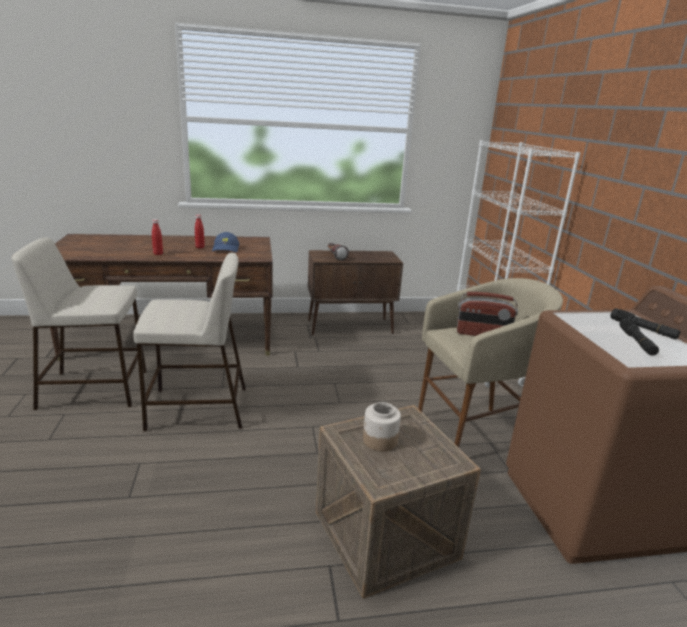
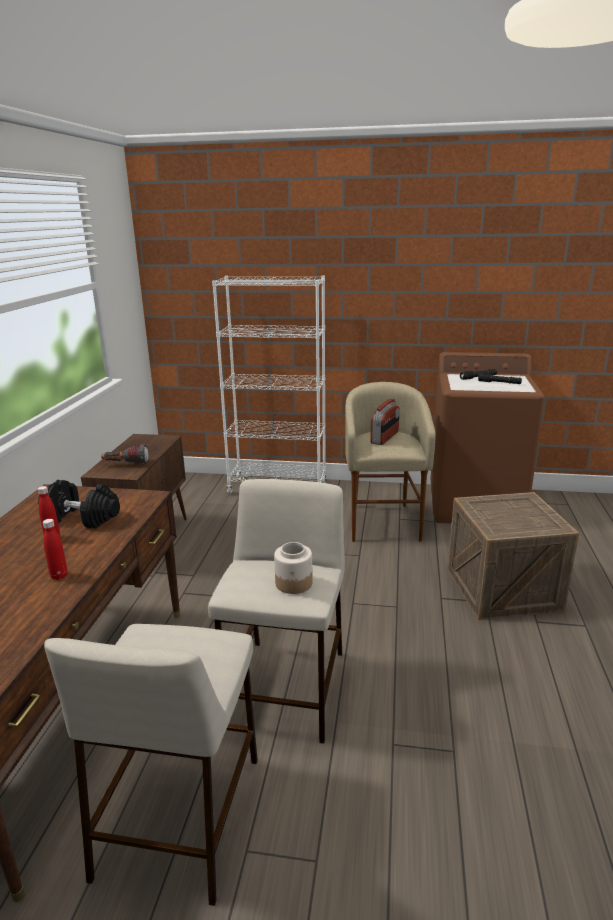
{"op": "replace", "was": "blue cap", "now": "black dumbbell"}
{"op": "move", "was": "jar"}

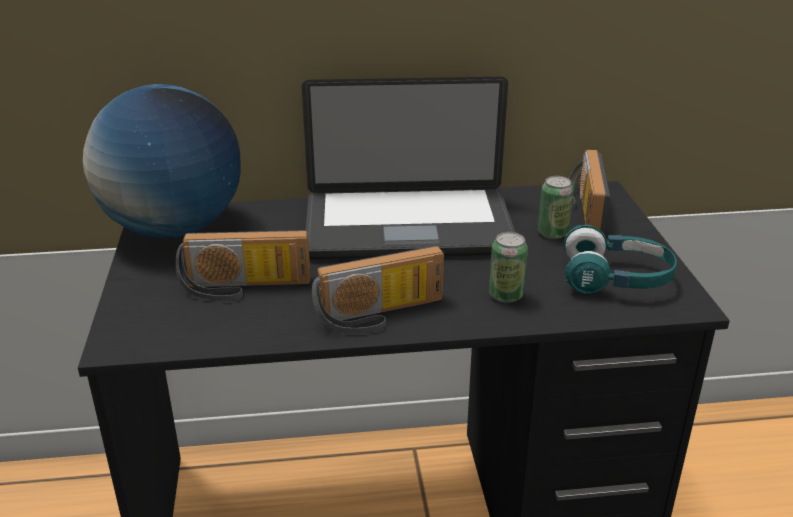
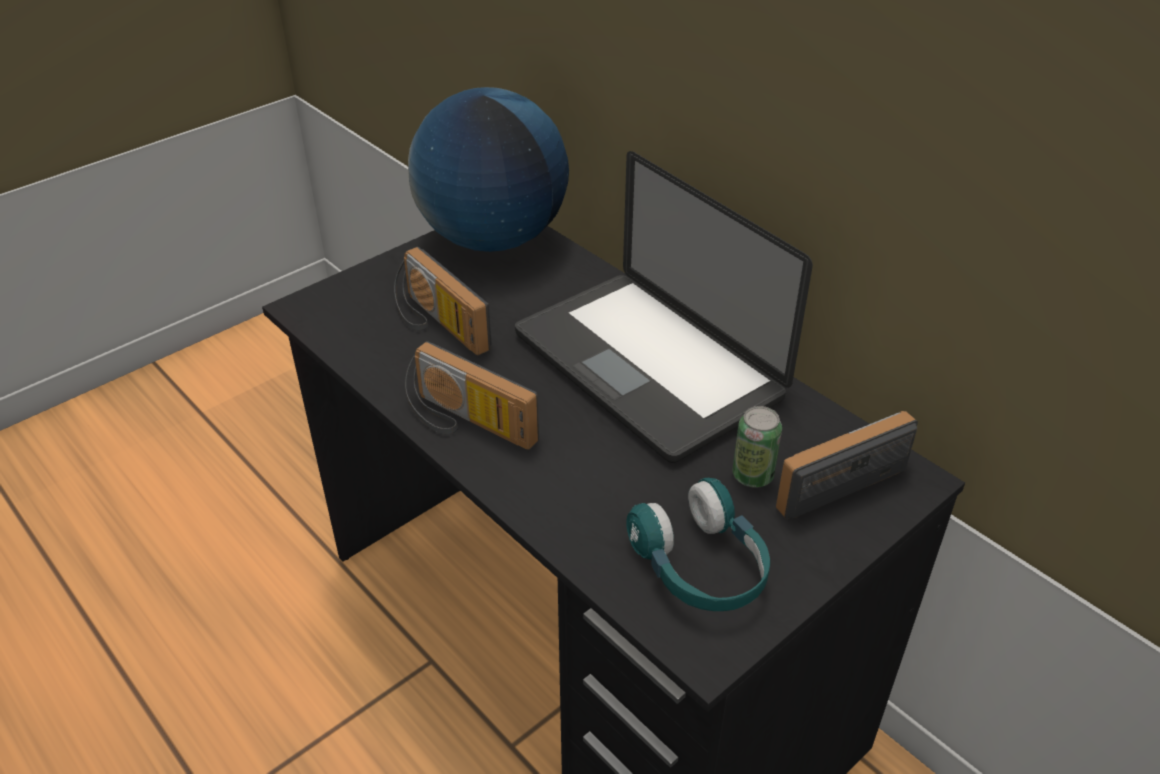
{"op": "delete", "was": "can (1st from left)"}

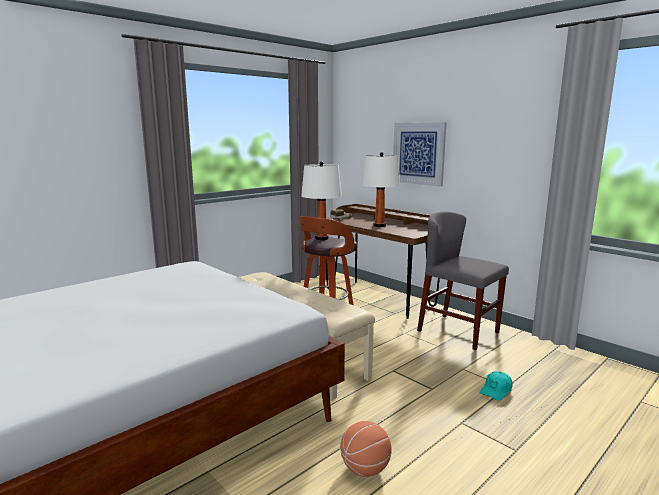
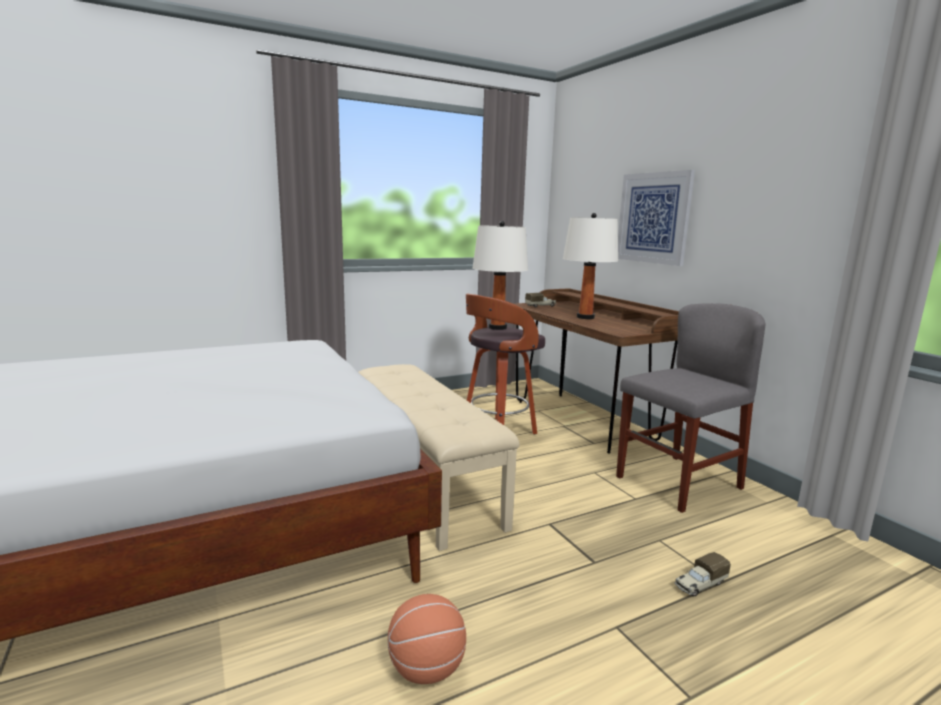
{"op": "rotate", "was": "grey chair", "clockwise": 90}
{"op": "replace", "was": "turquoise cap", "now": "toy truck (2nd from left)"}

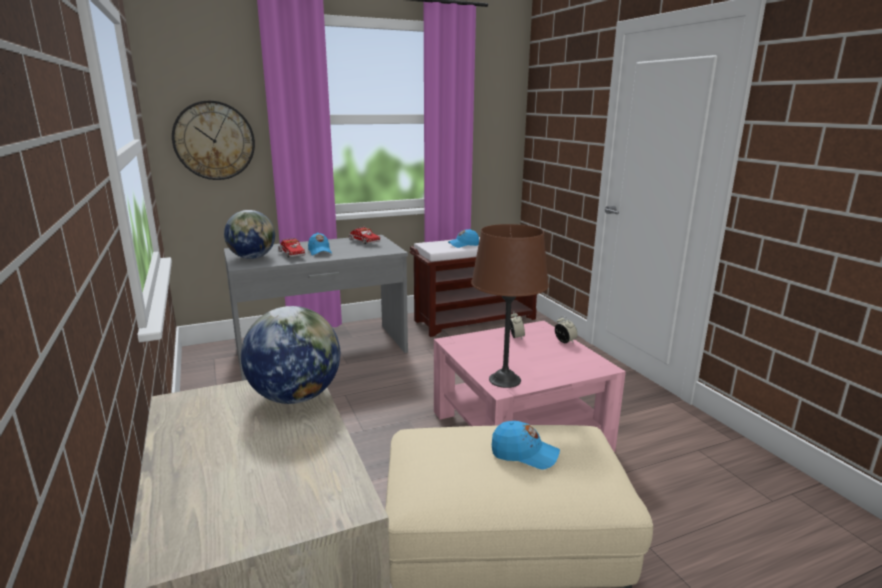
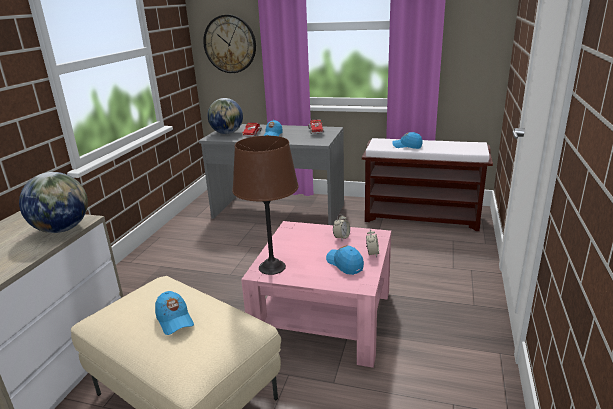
{"op": "insert", "now": "blue cap (3rd from left)"}

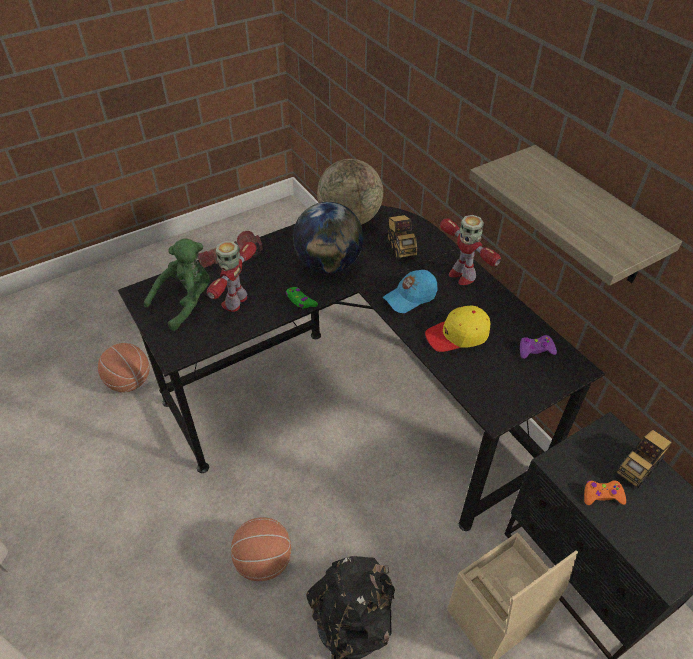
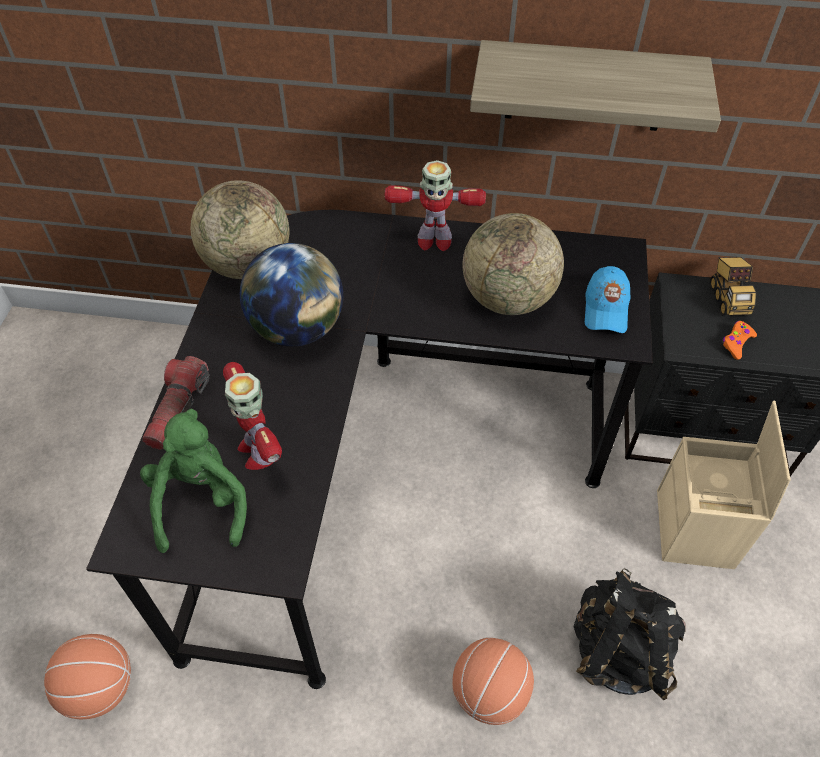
{"op": "replace", "was": "yellow cap", "now": "globe (3rd from left)"}
{"op": "move", "was": "blue cap"}
{"op": "delete", "was": "green game controller"}
{"op": "delete", "was": "toy truck (1st from left)"}
{"op": "delete", "was": "purple game controller"}

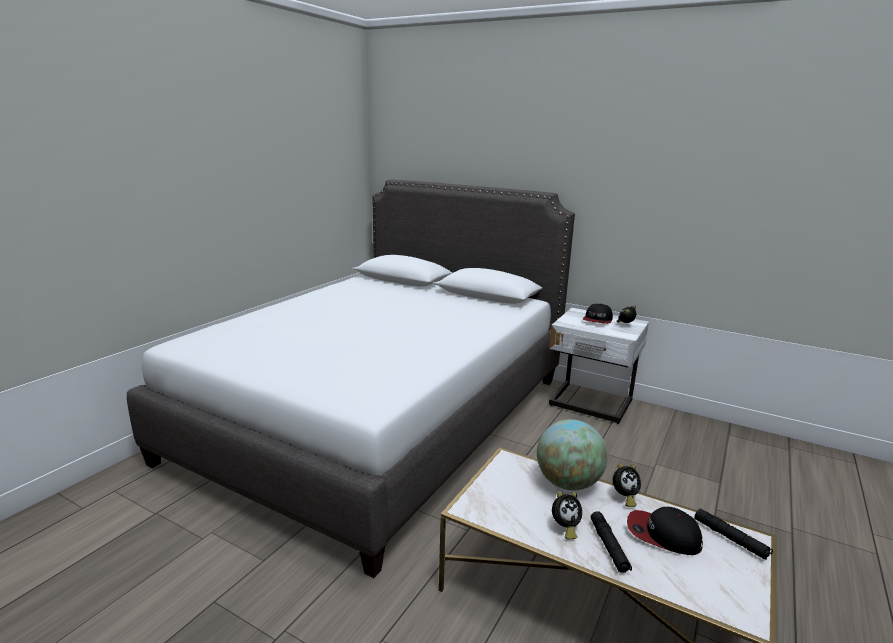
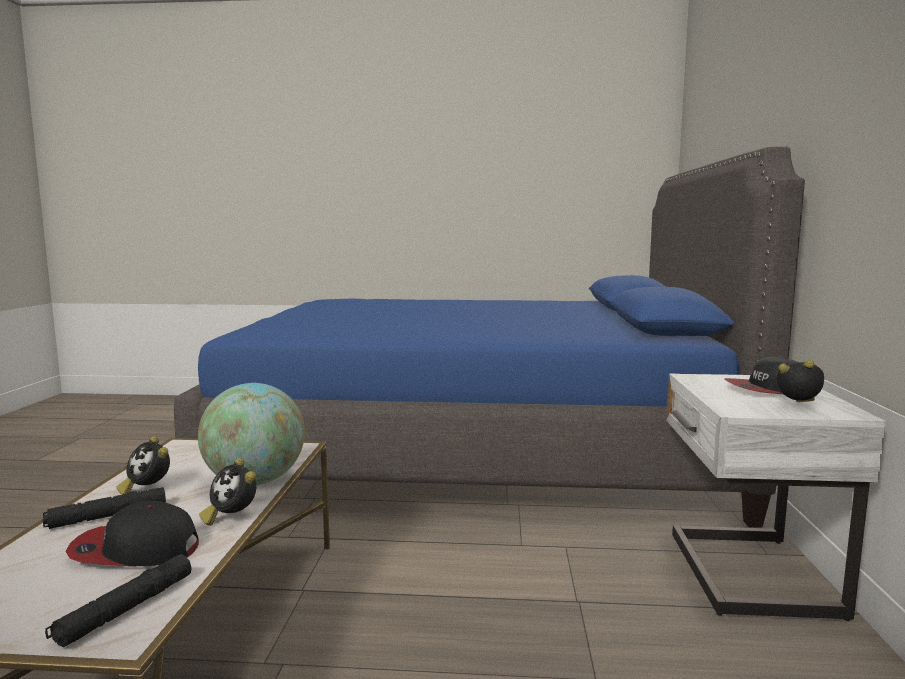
{"op": "rotate", "was": "cap (2nd from left in the first image)", "clockwise": -90}
{"op": "recolor", "was": "white bed", "now": "blue bed"}

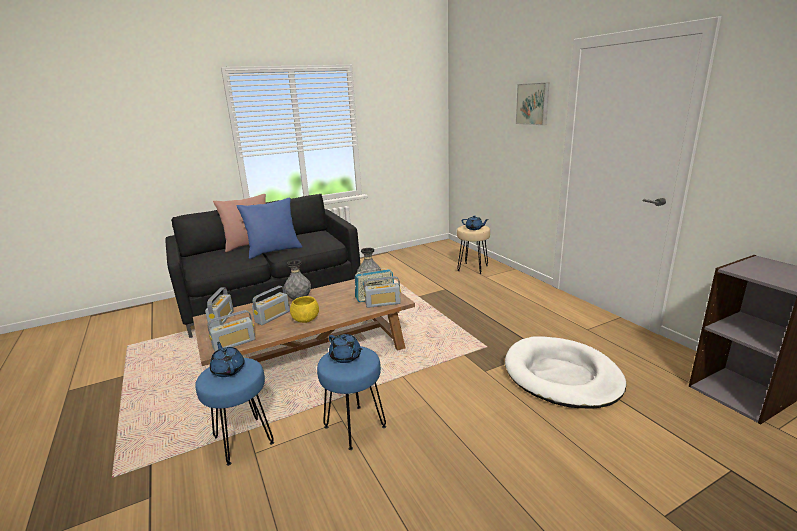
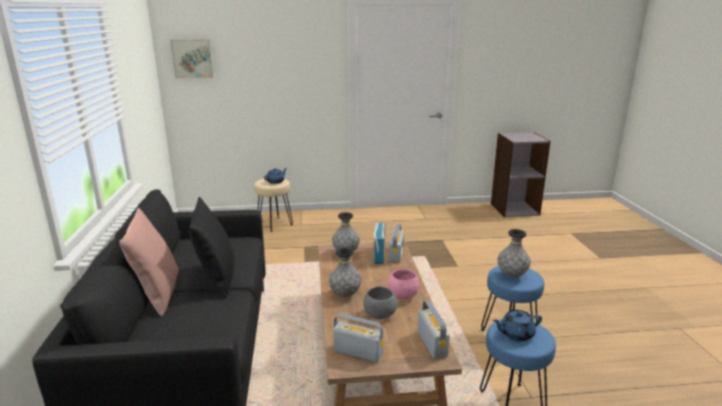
{"op": "move", "was": "picture"}
{"op": "recolor", "was": "blue pillow", "now": "black pillow"}
{"op": "replace", "was": "radio (3rd from left)", "now": "grey bowl"}
{"op": "recolor", "was": "yellow bowl", "now": "pink bowl"}
{"op": "replace", "was": "blue teapot (2nd from left)", "now": "grey vase (3rd from left)"}
{"op": "delete", "was": "white dog bed"}

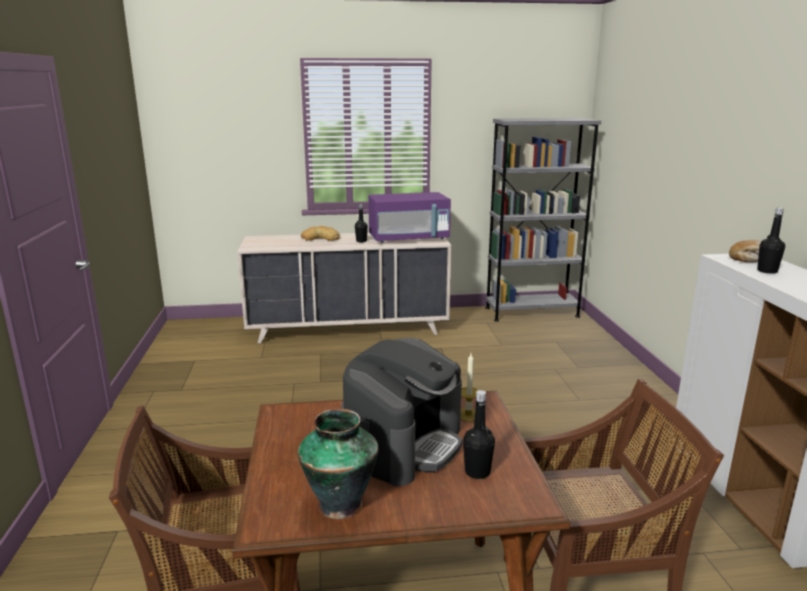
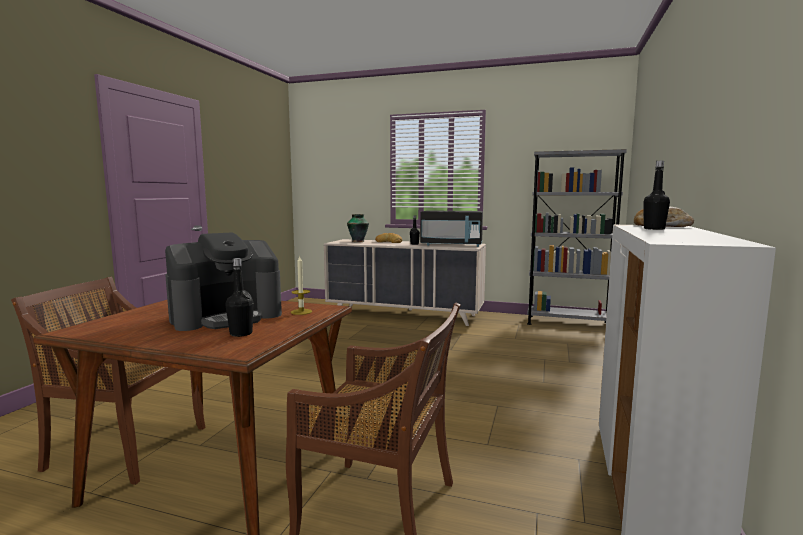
{"op": "move", "was": "vase"}
{"op": "recolor", "was": "purple microwave", "now": "black microwave"}

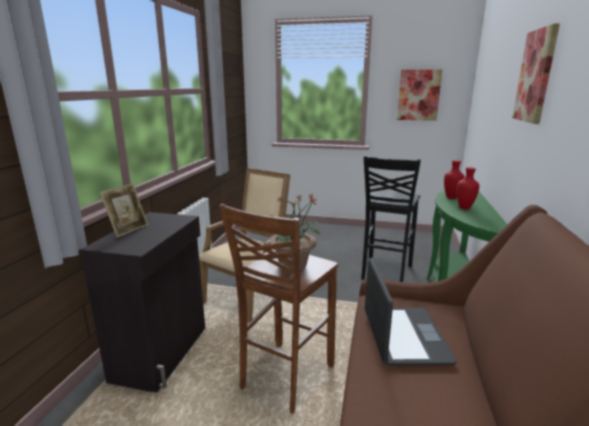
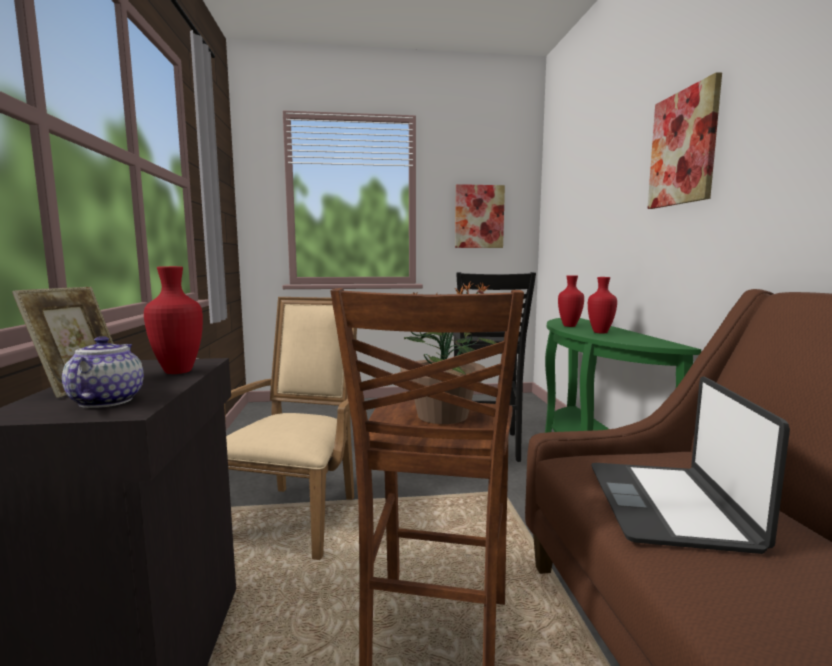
{"op": "insert", "now": "teapot"}
{"op": "insert", "now": "red vase (1st from left)"}
{"op": "rotate", "was": "laptop", "clockwise": -150}

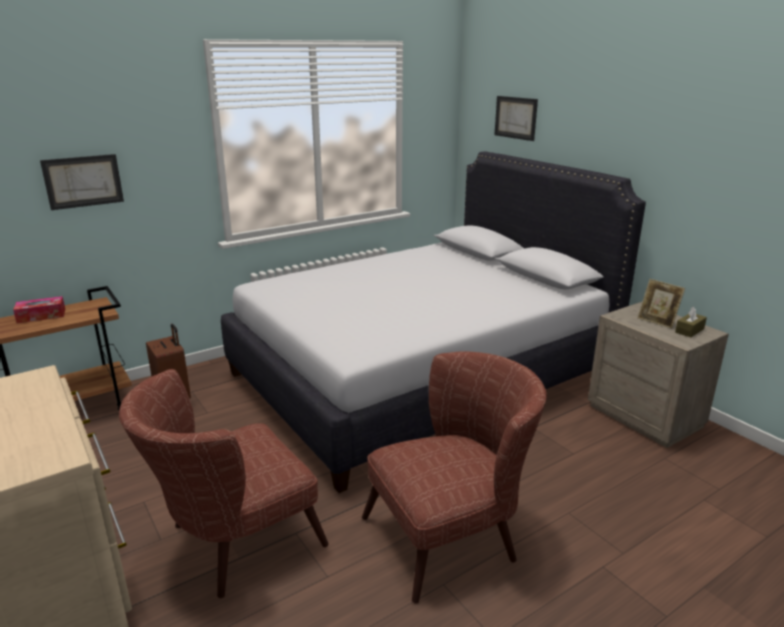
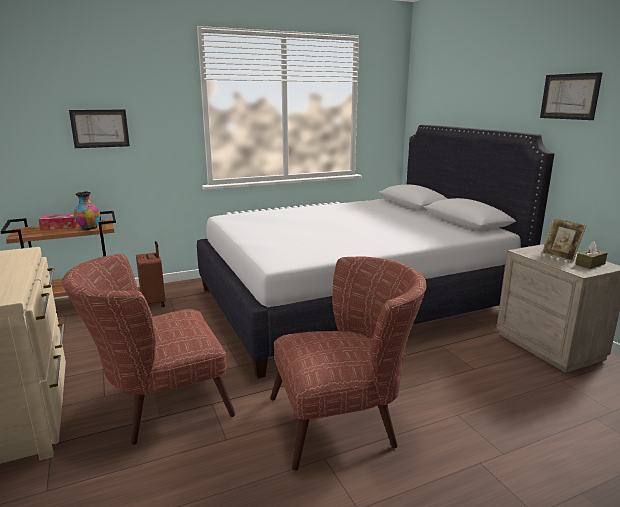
{"op": "insert", "now": "vase"}
{"op": "move", "was": "picture (2nd from left)"}

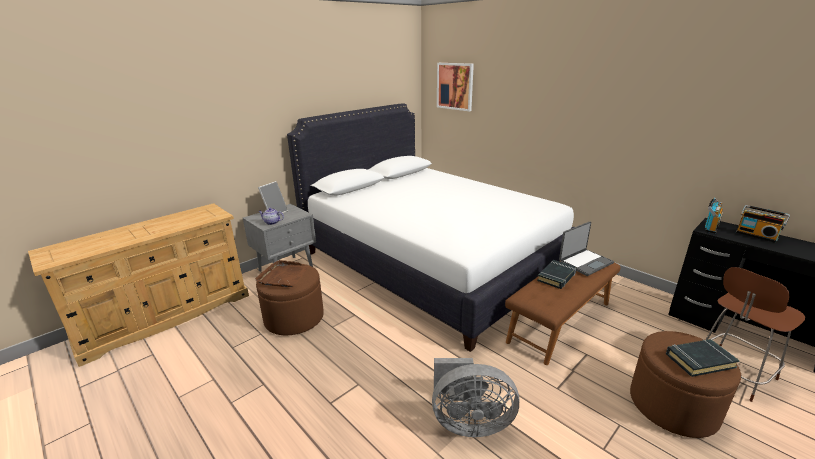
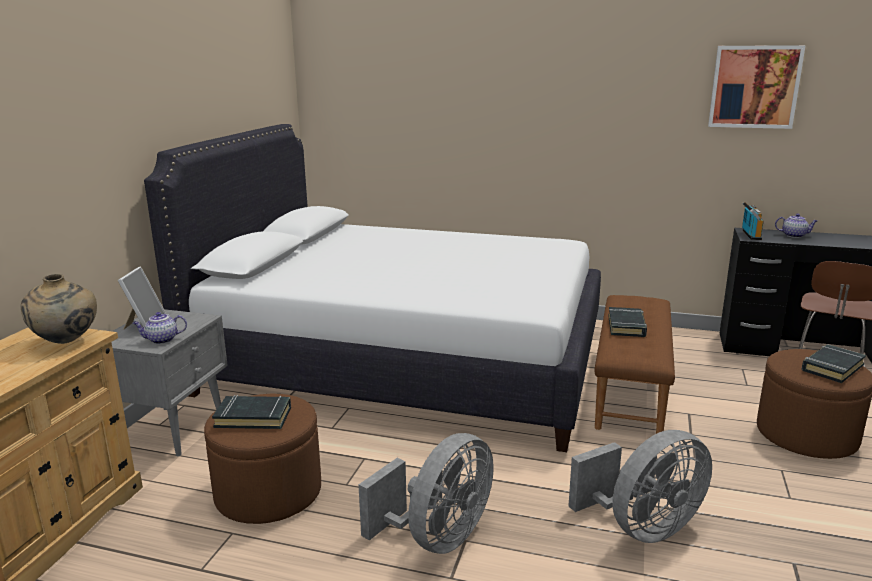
{"op": "insert", "now": "beige vase"}
{"op": "replace", "was": "brown tray", "now": "black book (1st from left)"}
{"op": "insert", "now": "grey fan (1st from left)"}
{"op": "move", "was": "picture"}
{"op": "replace", "was": "radio (2nd from left)", "now": "teapot (2nd from left)"}
{"op": "delete", "was": "laptop"}

